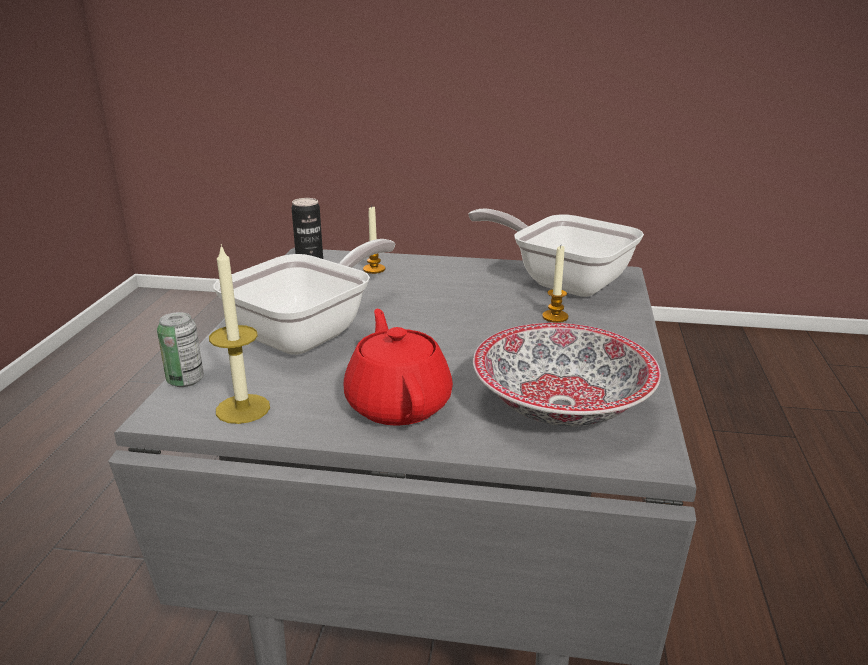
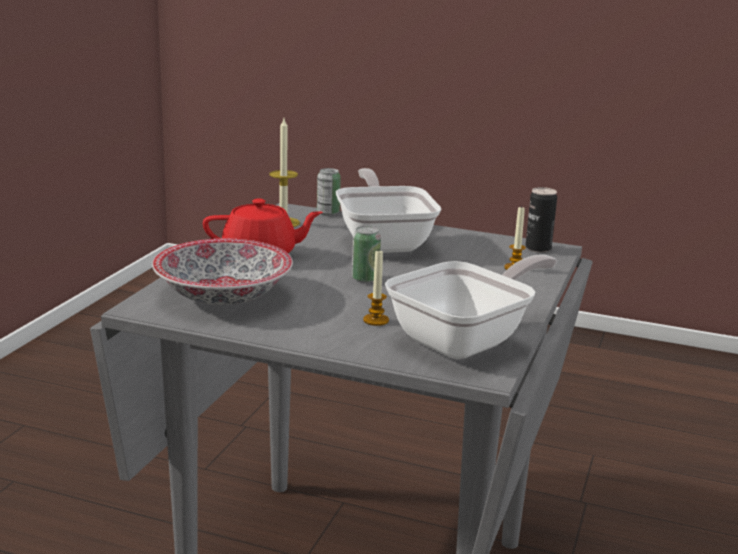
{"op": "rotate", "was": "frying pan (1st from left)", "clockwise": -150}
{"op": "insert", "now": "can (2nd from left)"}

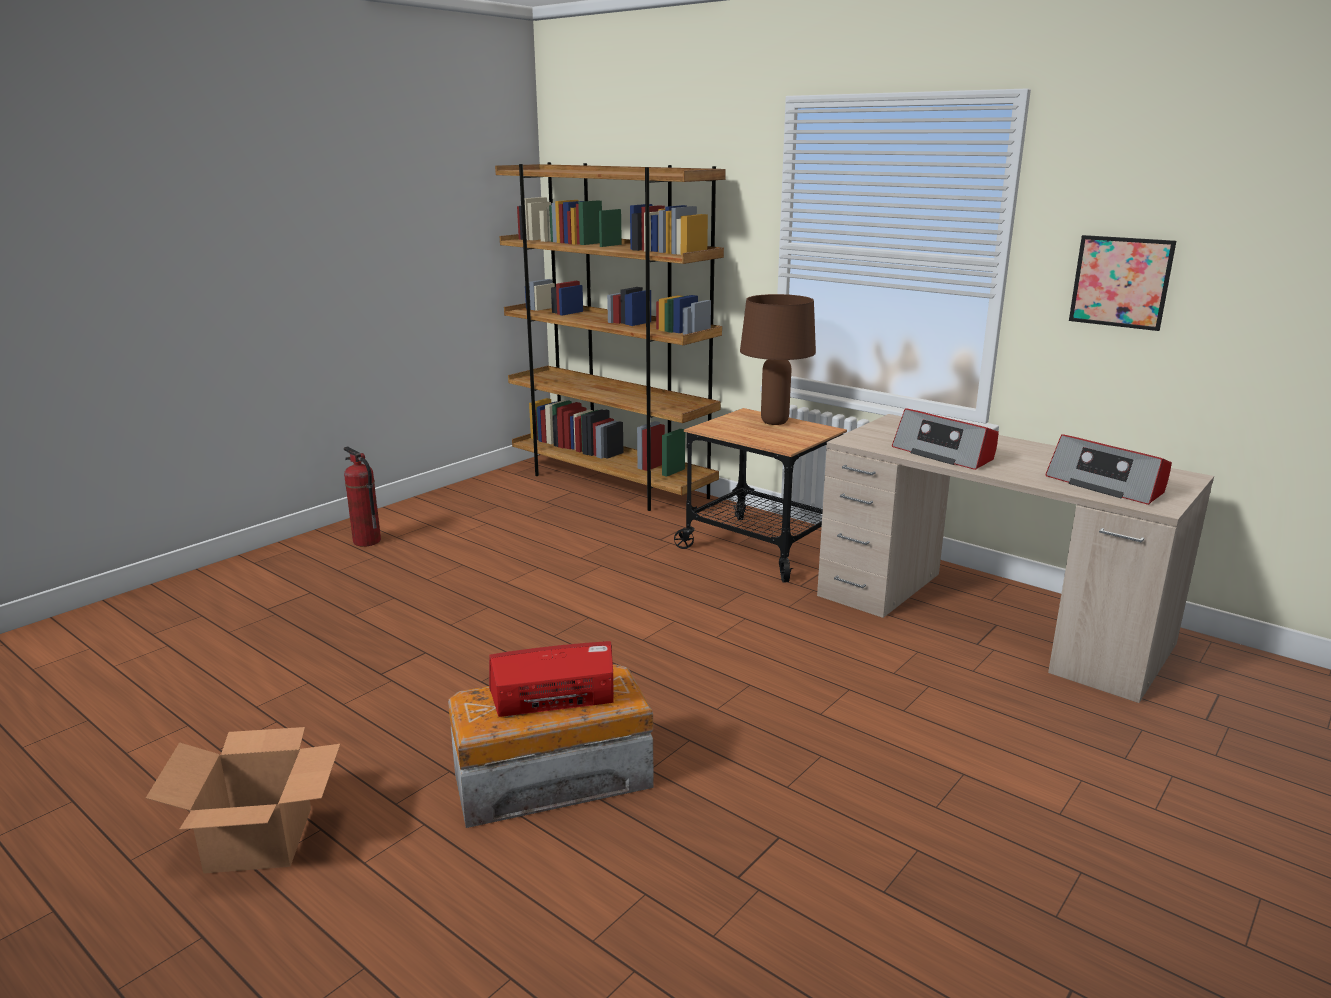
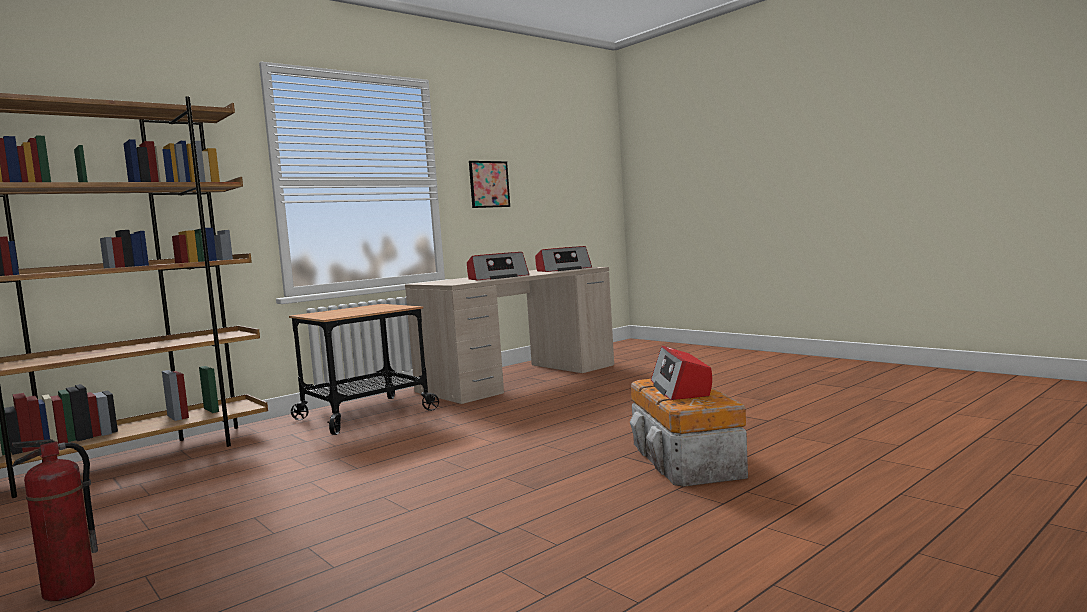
{"op": "delete", "was": "cardboard box"}
{"op": "delete", "was": "brown table lamp"}

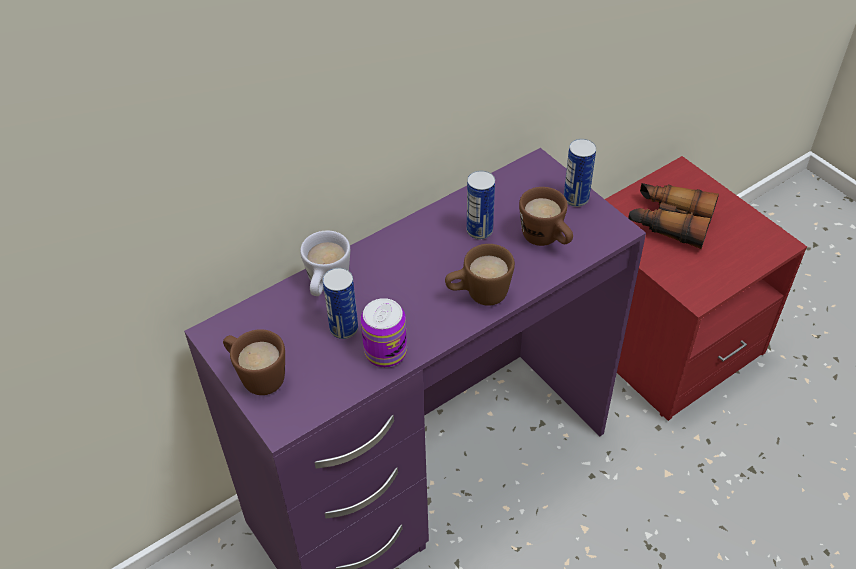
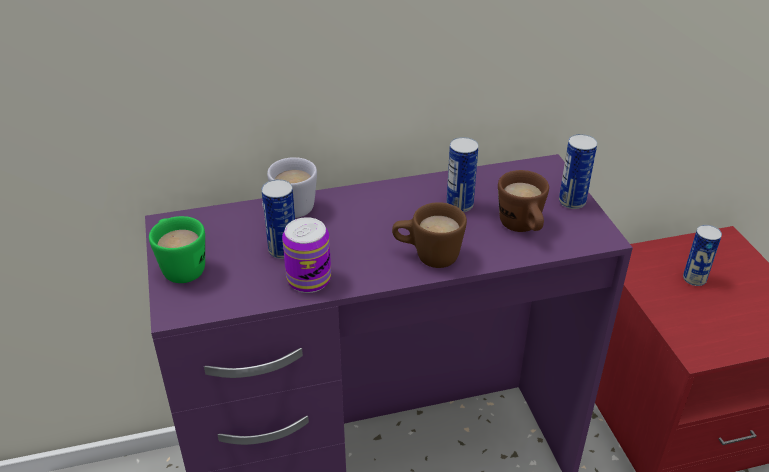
{"op": "recolor", "was": "brown mug (1st from left)", "now": "green mug"}
{"op": "replace", "was": "binoculars", "now": "can (5th from left)"}

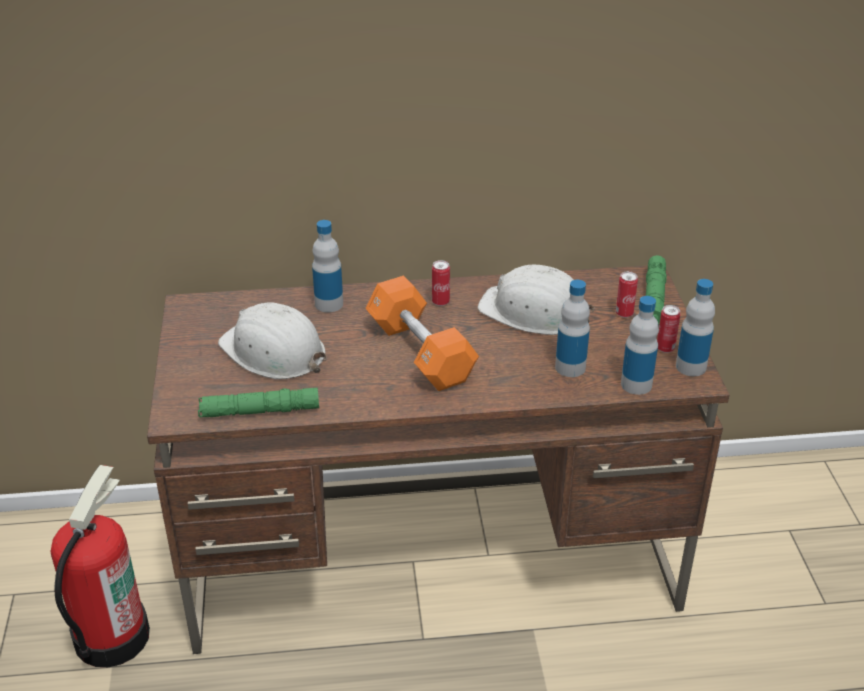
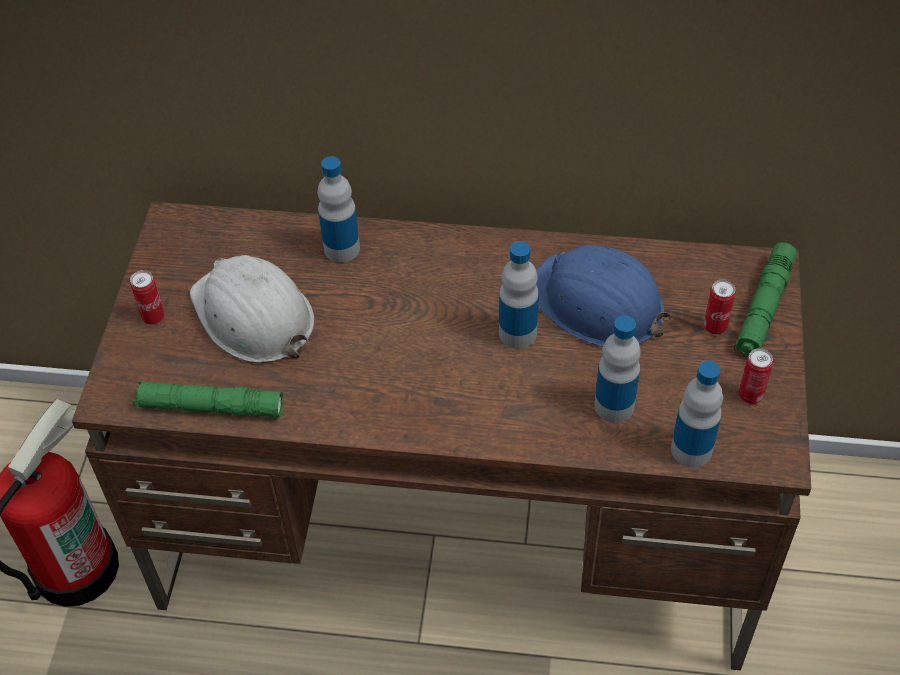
{"op": "move", "was": "can (1st from left)"}
{"op": "move", "was": "bottle (4th from left in the first image)", "now": "bottle (2nd from left)"}
{"op": "recolor", "was": "white hard hat (2nd from left)", "now": "blue hard hat"}
{"op": "delete", "was": "orange dumbbell"}

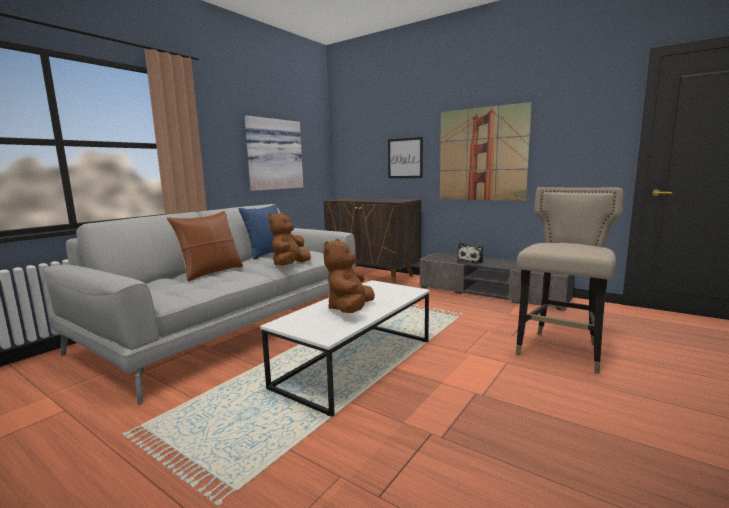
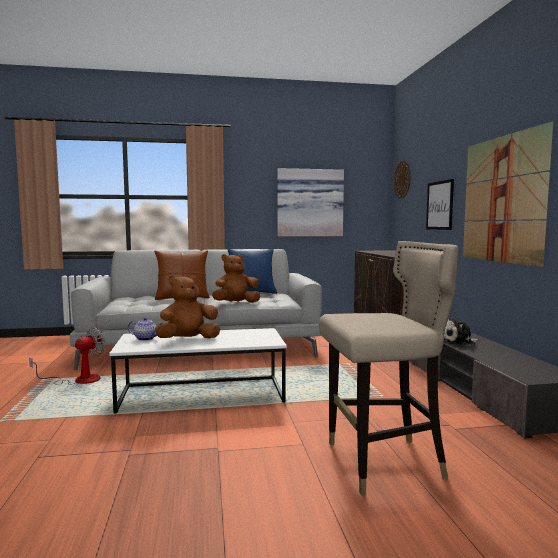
{"op": "insert", "now": "fan"}
{"op": "insert", "now": "teapot"}
{"op": "insert", "now": "wall clock"}

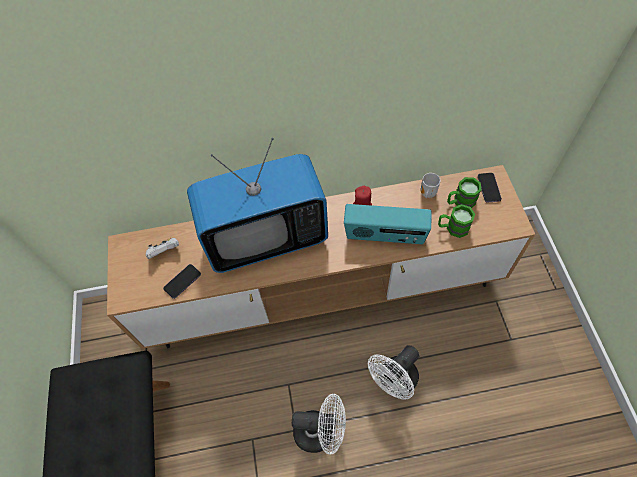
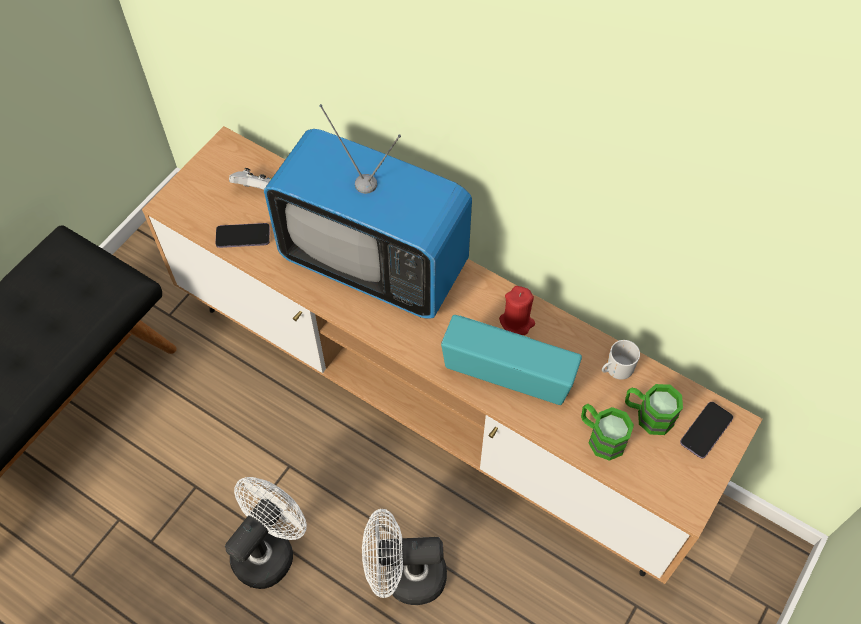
{"op": "rotate", "was": "white fan (1st from left)", "clockwise": -105}
{"op": "rotate", "was": "radio", "clockwise": 150}

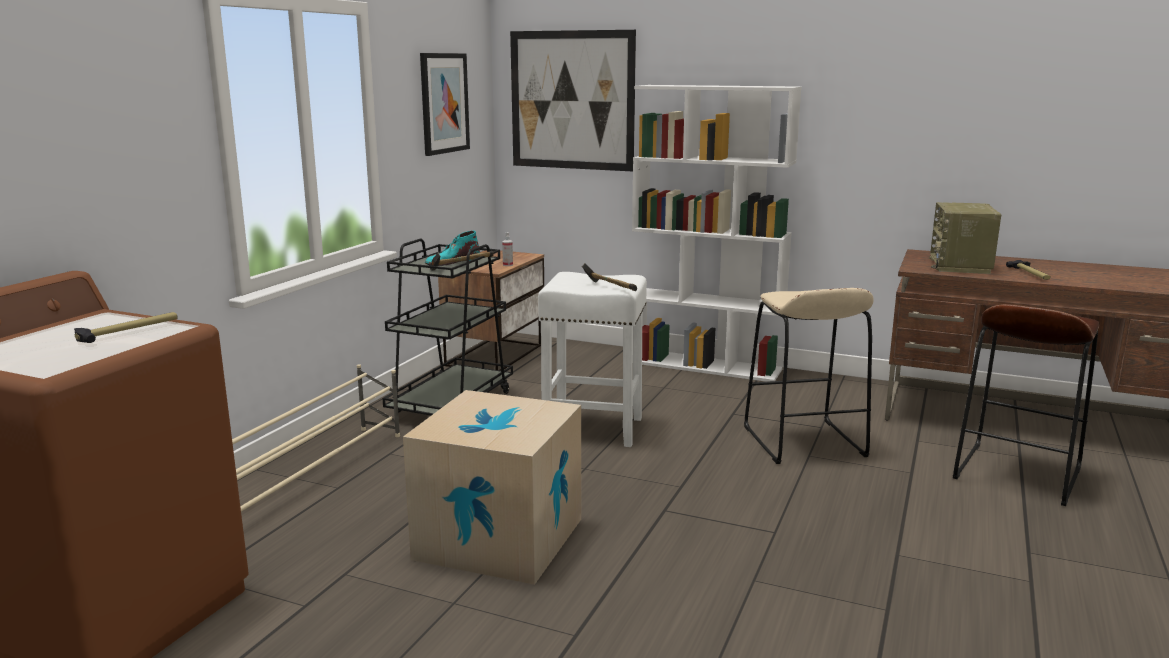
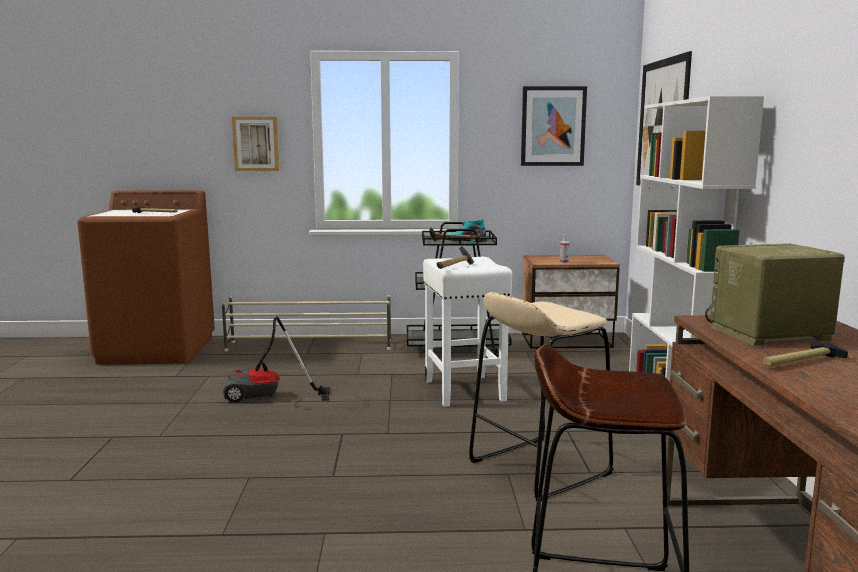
{"op": "replace", "was": "cardboard box", "now": "vacuum cleaner"}
{"op": "insert", "now": "picture (1st from left)"}

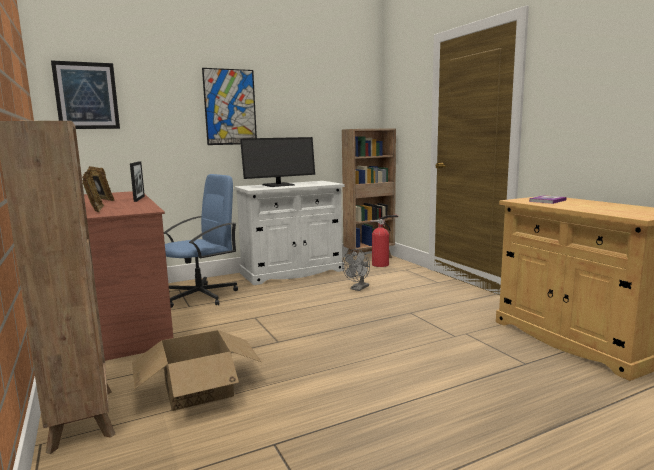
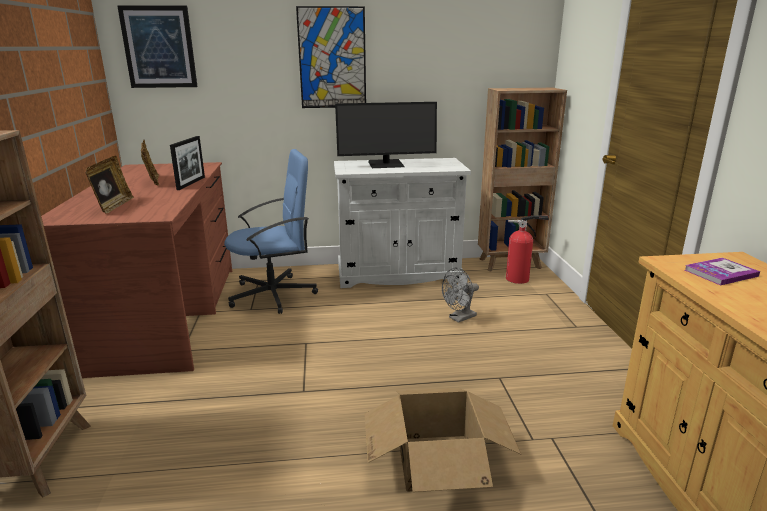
{"op": "move", "was": "cardboard box"}

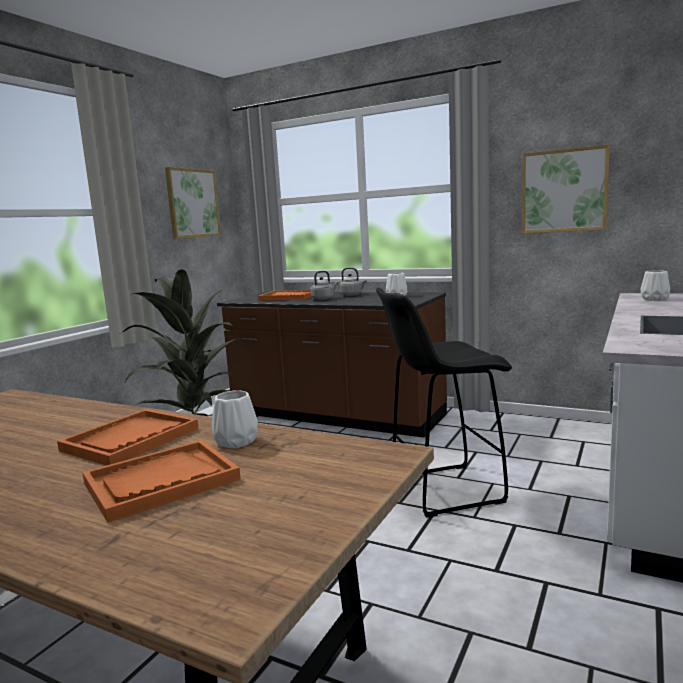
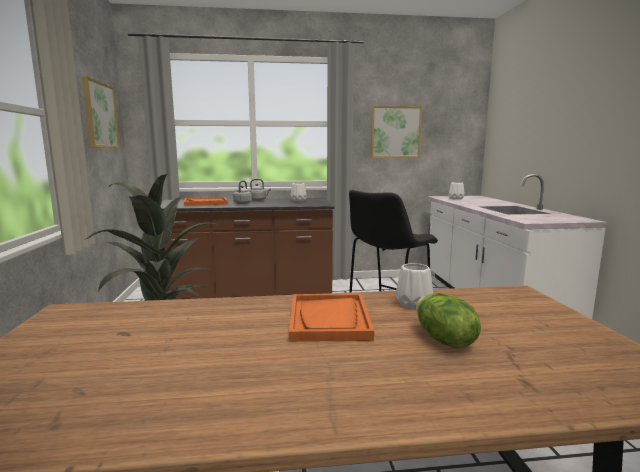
{"op": "replace", "was": "orange tray (2nd from left)", "now": "lettuce"}

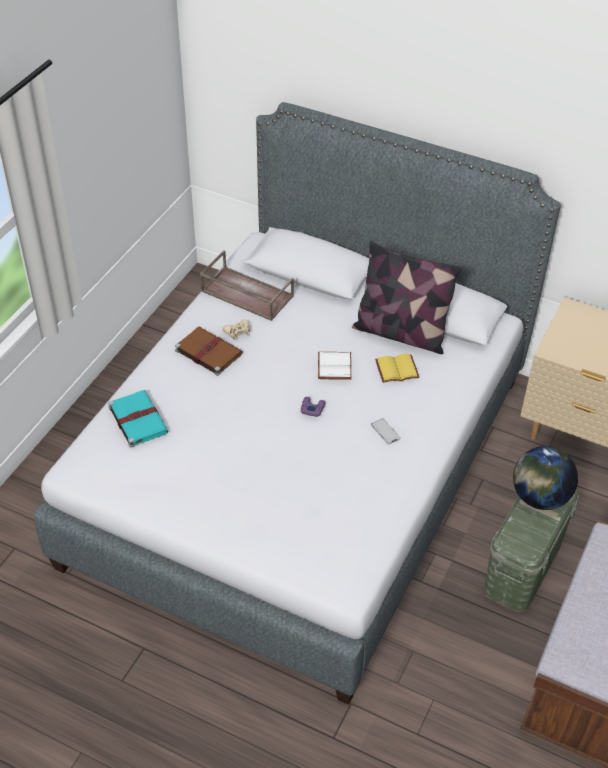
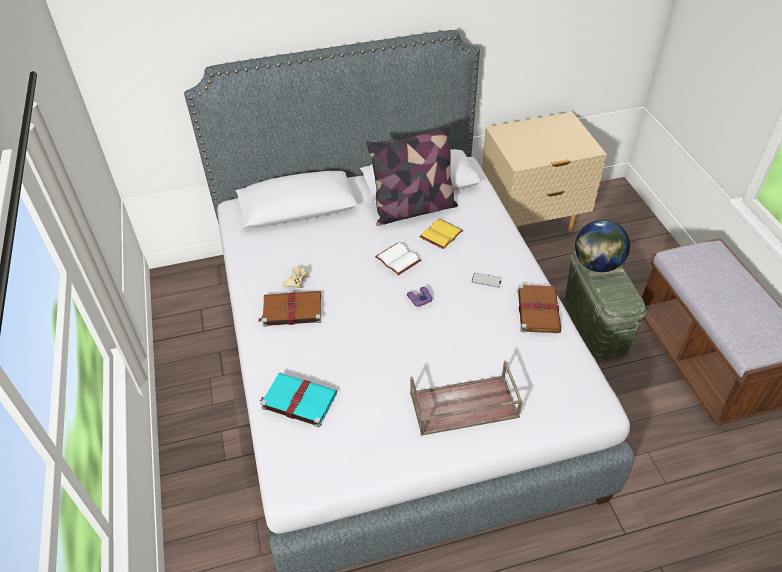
{"op": "move", "was": "brown tray"}
{"op": "insert", "now": "brown book (2nd from left)"}

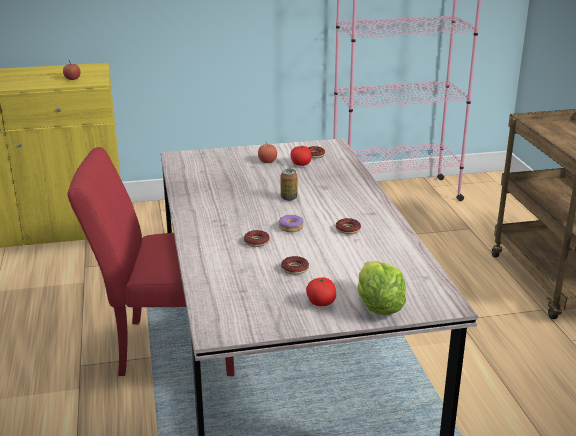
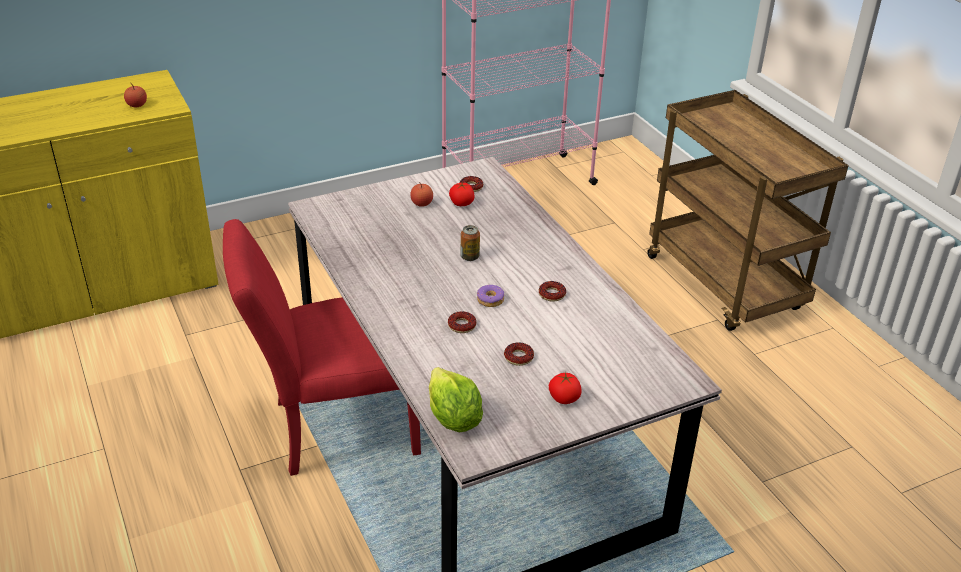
{"op": "move", "was": "lettuce"}

